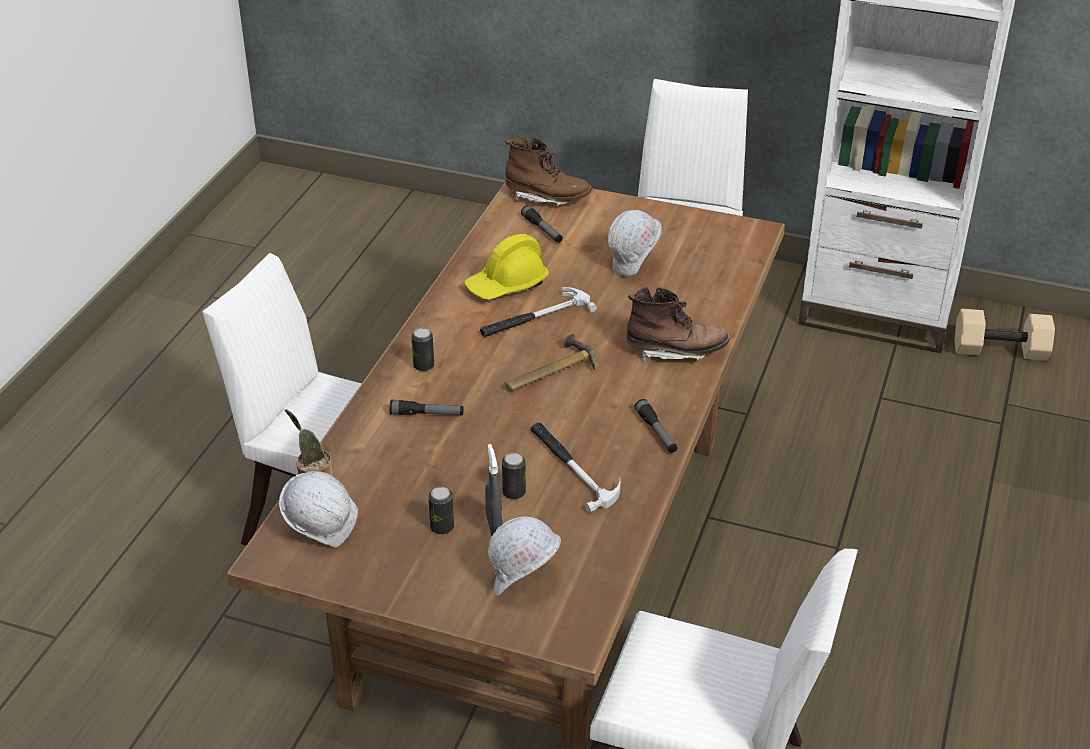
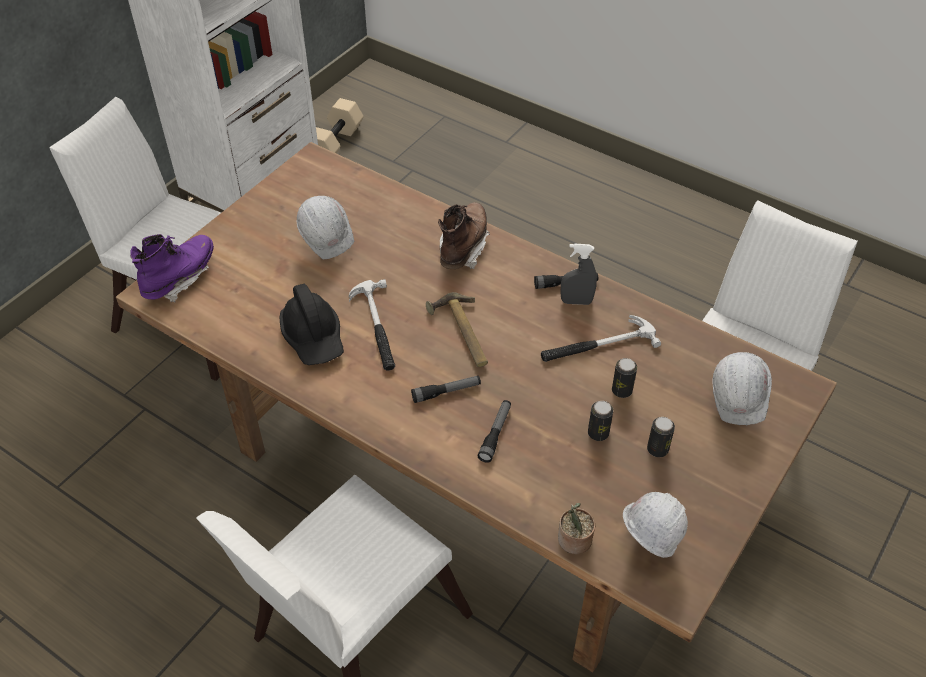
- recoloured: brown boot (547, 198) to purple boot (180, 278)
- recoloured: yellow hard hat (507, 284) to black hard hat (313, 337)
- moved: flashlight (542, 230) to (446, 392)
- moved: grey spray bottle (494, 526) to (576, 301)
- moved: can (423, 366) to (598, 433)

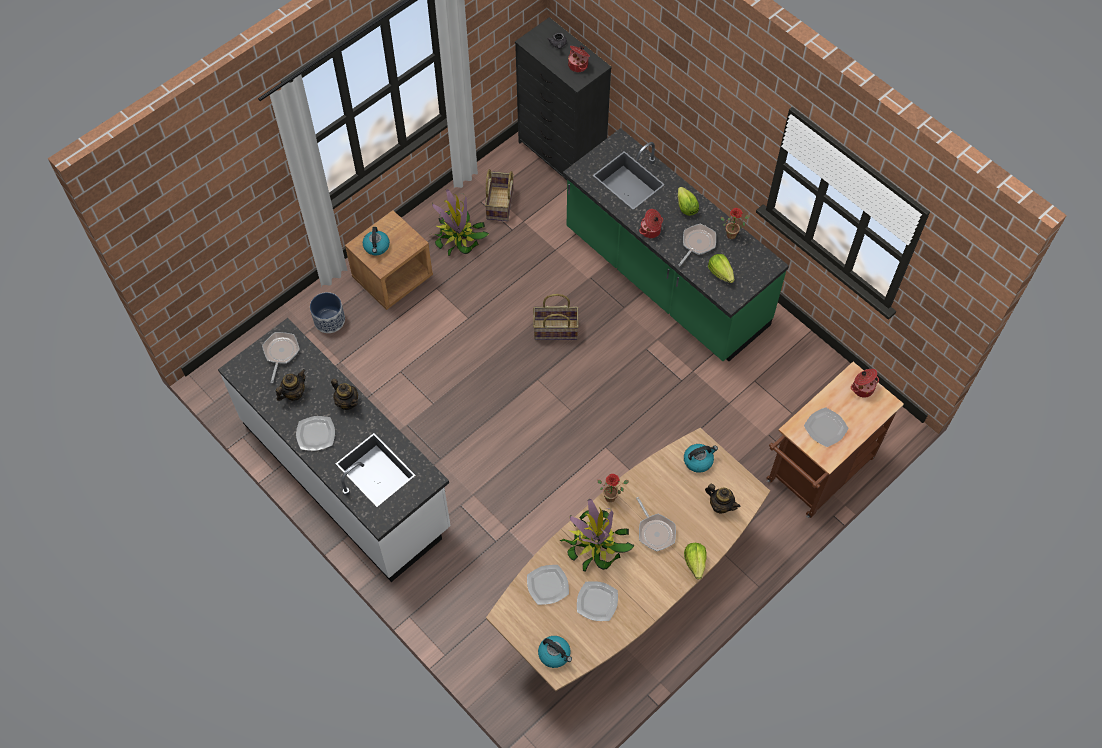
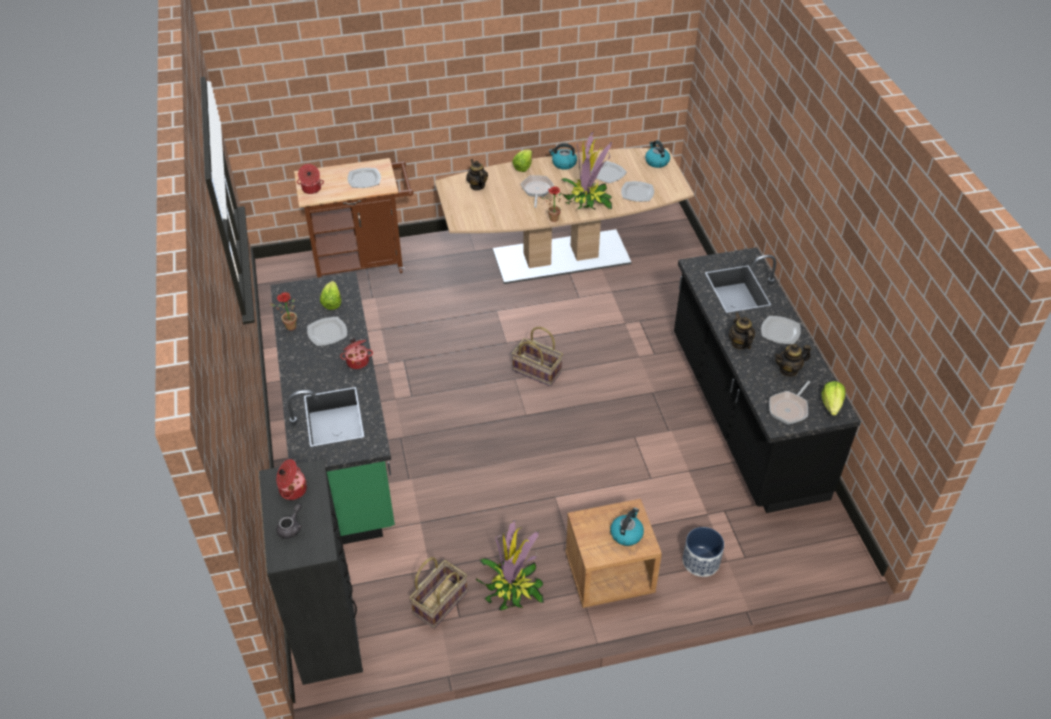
- replaced: frying pan (697, 244) to plate (328, 333)
- moved: basket (555, 331) to (537, 371)
- moved: kettle (698, 460) to (563, 164)
- recoloured: white counter (346, 475) to black counter (744, 415)
- moved: lettuce (686, 207) to (831, 405)

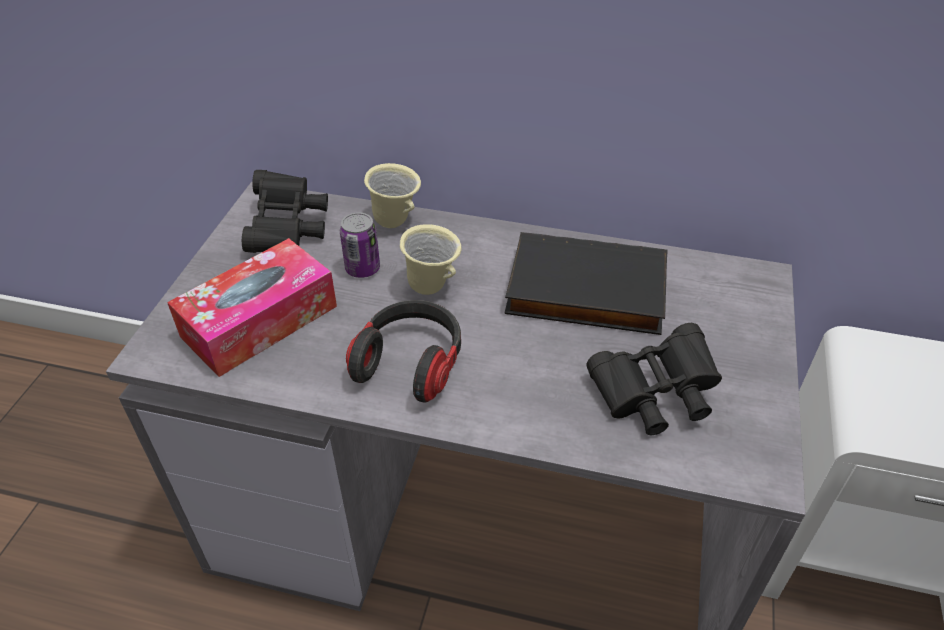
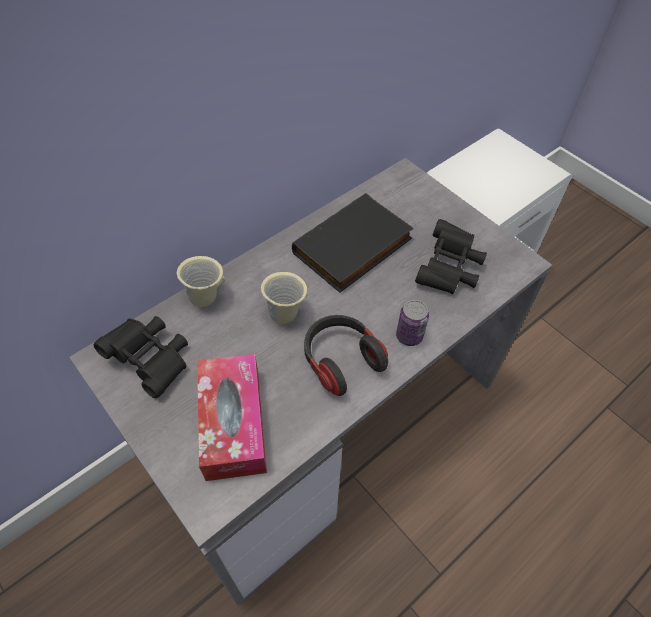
- moved: can (362, 269) to (409, 336)

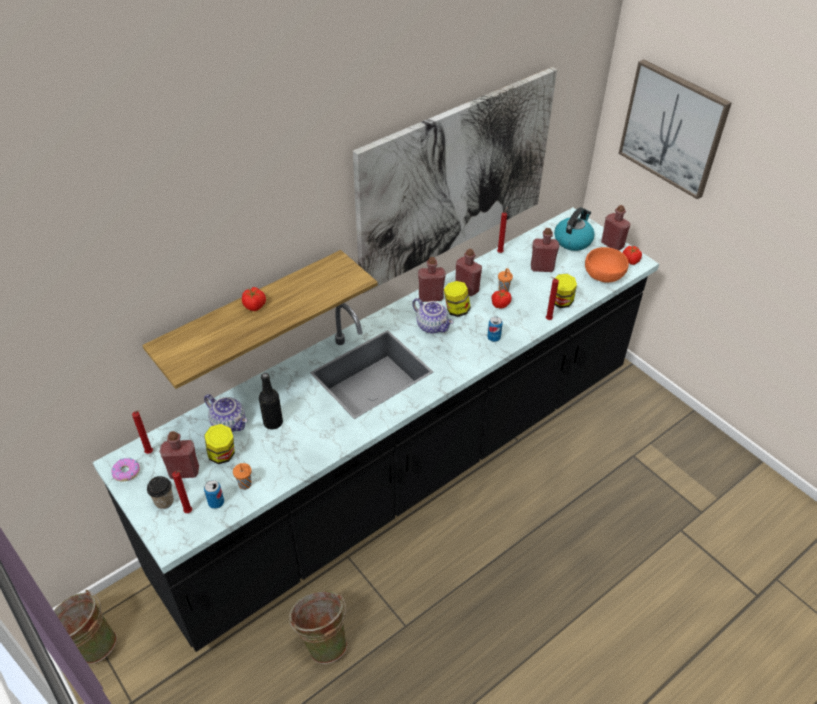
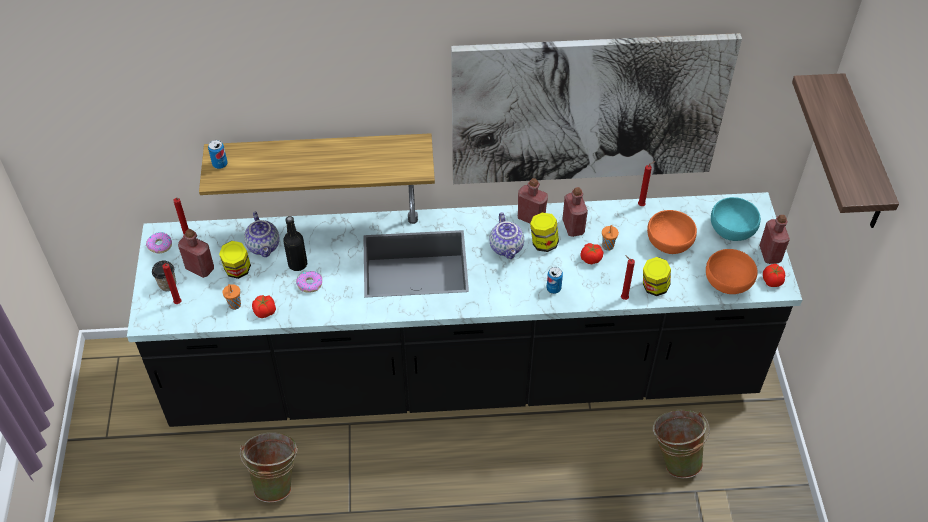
- moved: can (216, 502) to (220, 164)
- moved: tomato (255, 306) to (265, 312)
- added: donut (310, 284)
- replaced: red bottle (542, 268) to orange bowl (669, 242)
- moved: green bucket (90, 643) to (675, 457)
- replaced: kettle (573, 240) to turquoise bowl (731, 228)
- replaced: picture (673, 128) to shelf (862, 157)

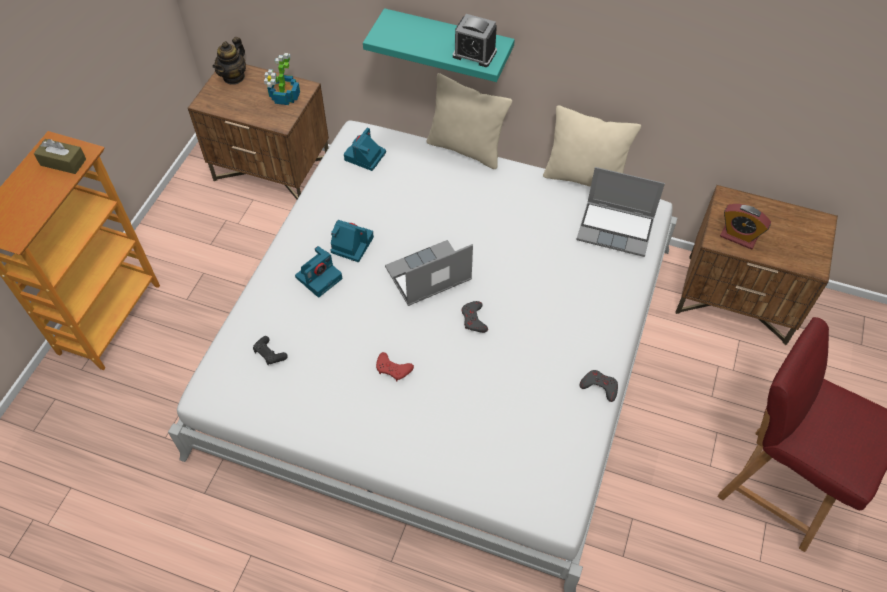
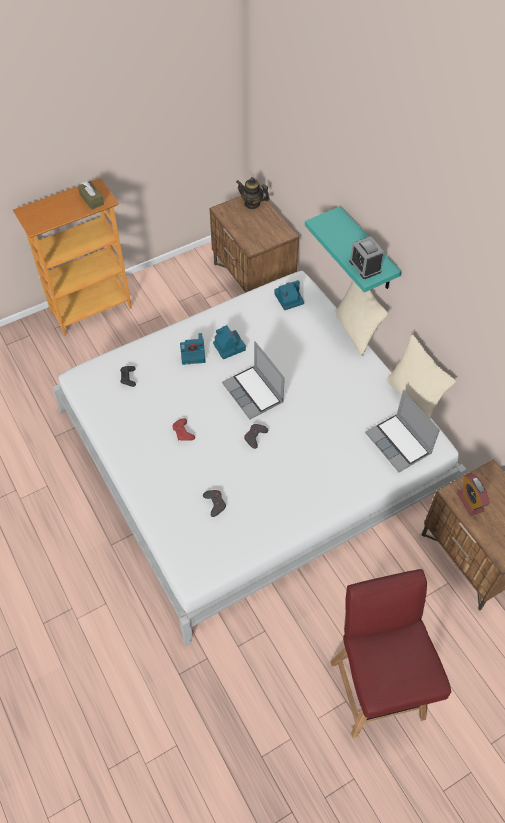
- moved: grey game controller (599, 386) to (215, 503)
- turned: laptop (428, 276) = (254, 393) 135 degrees counterclockwise
- turned: teapot (234, 77) = (252, 203) 45 degrees clockwise
- removed: potted plant (284, 97)

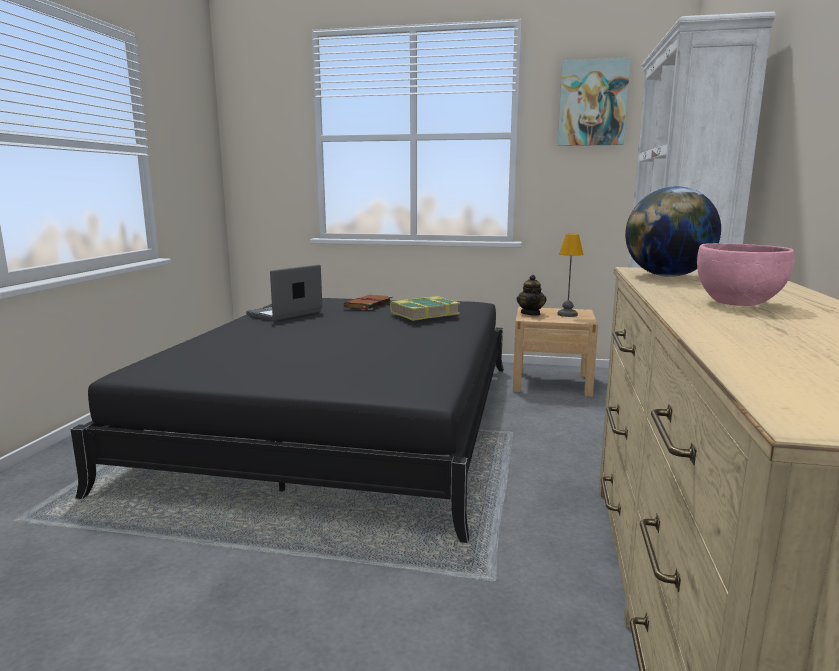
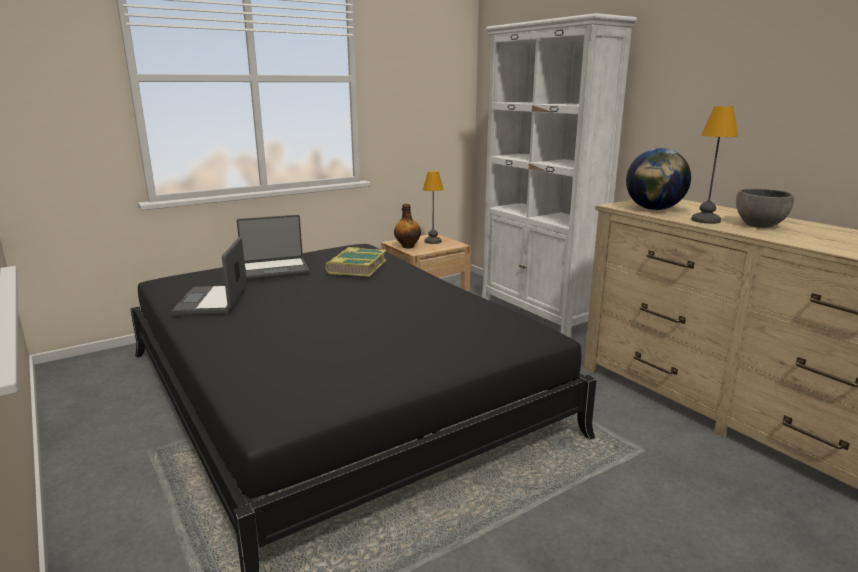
- replaced: brown book (368, 304) to laptop (275, 270)
- replaced: teapot (531, 313) to bottle (407, 246)
- added: table lamp (706, 220)
- recoloured: pink bowl (737, 303) to grey bowl (759, 225)
- removed: picture (592, 103)

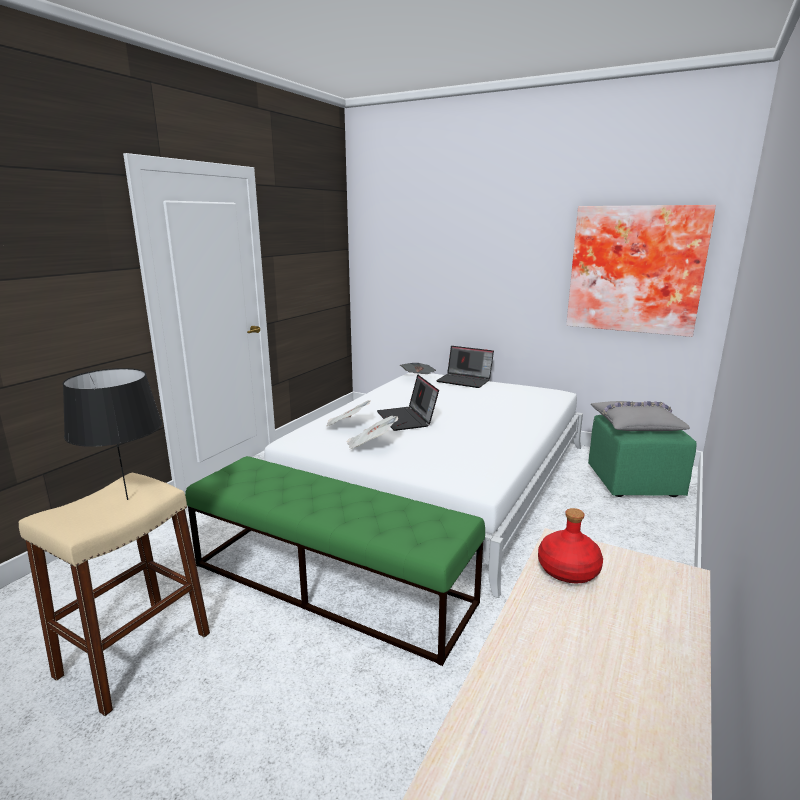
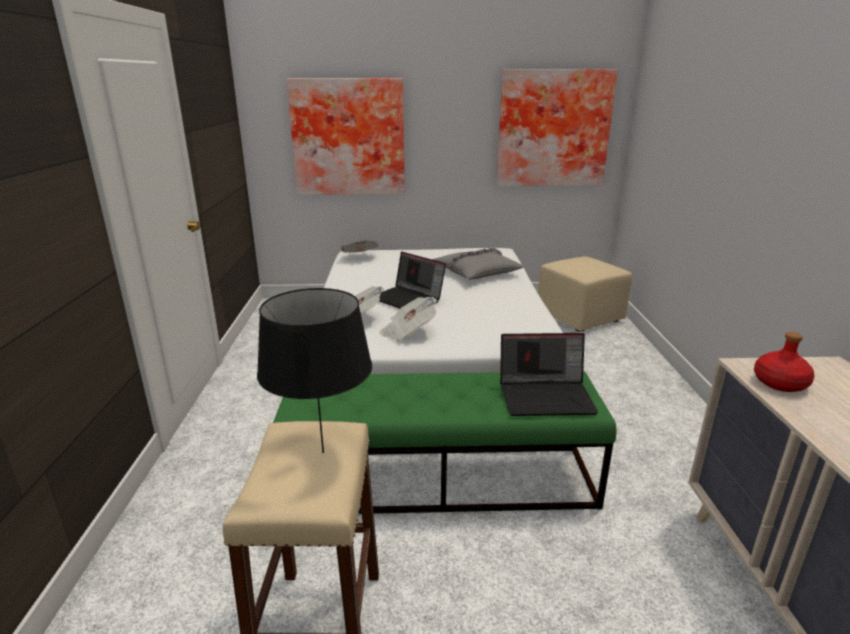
- added: picture (348, 138)
- moved: grey pillow (635, 424) to (476, 272)
- moved: laptop (465, 380) to (546, 396)
- recoloured: green ottoman (633, 482) to beige ottoman (578, 317)

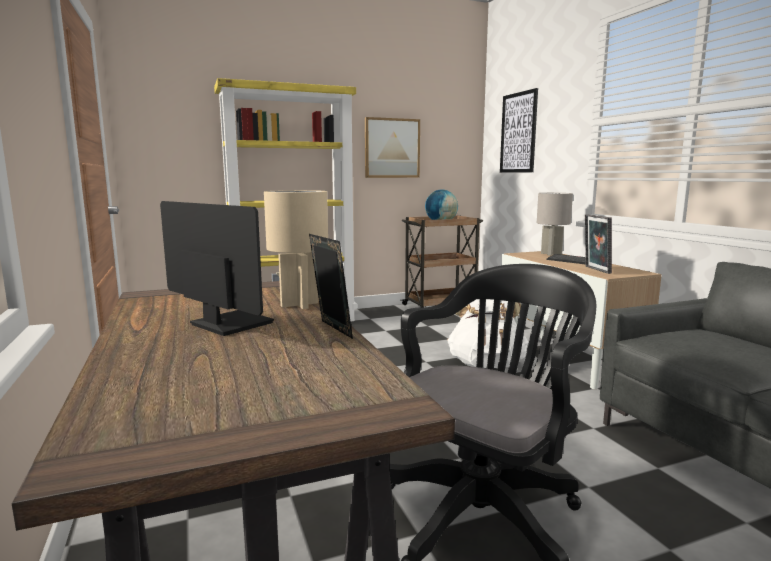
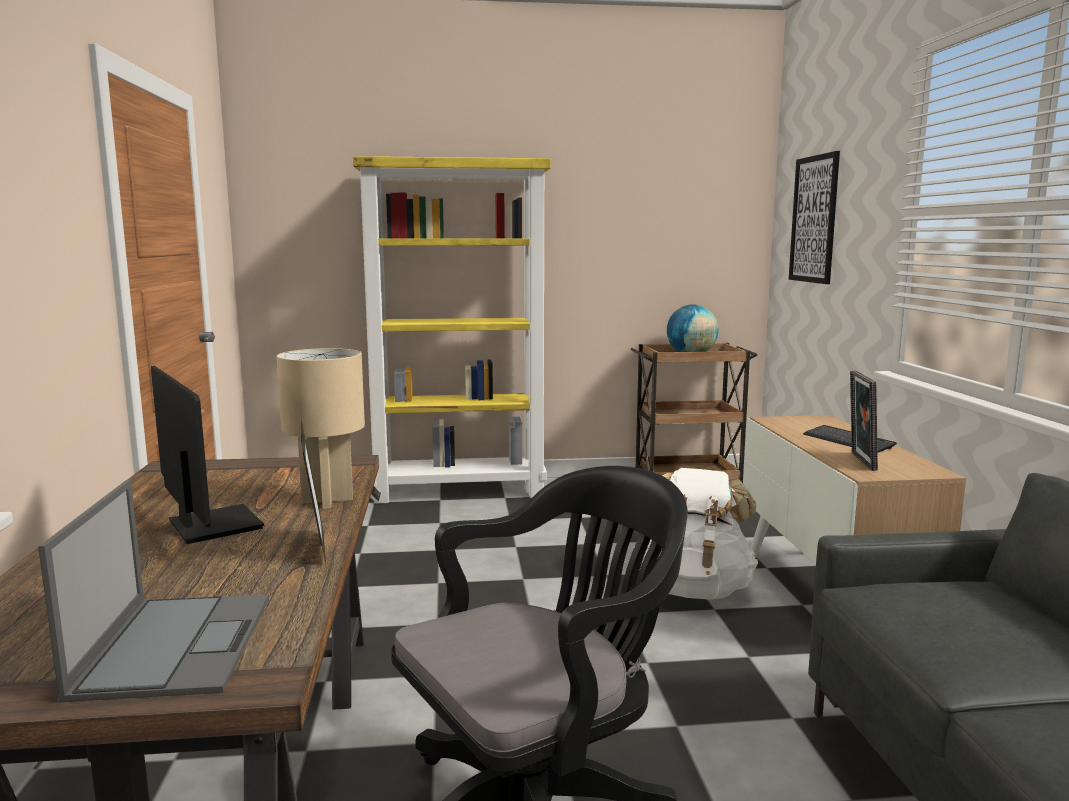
- added: laptop (176, 643)
- removed: picture (392, 148)
- removed: grey table lamp (551, 254)

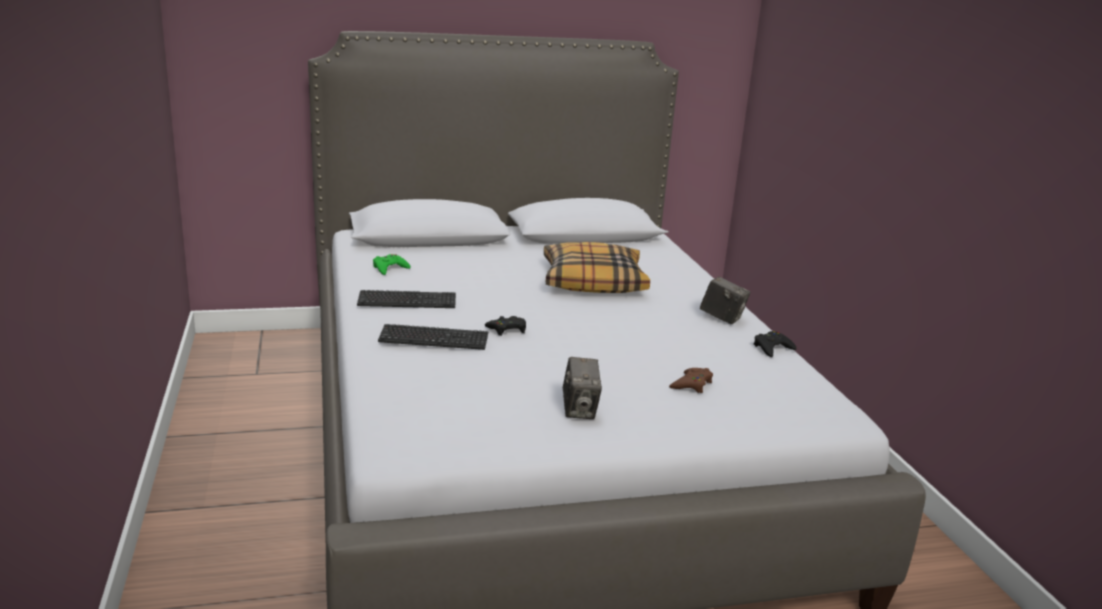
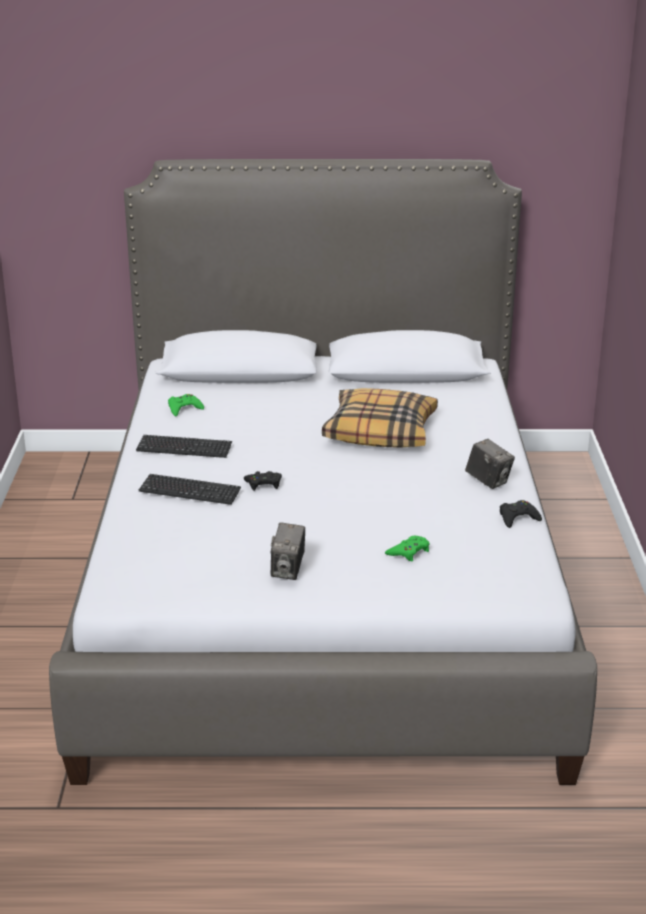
- recoloured: brown game controller (691, 384) to green game controller (409, 552)

